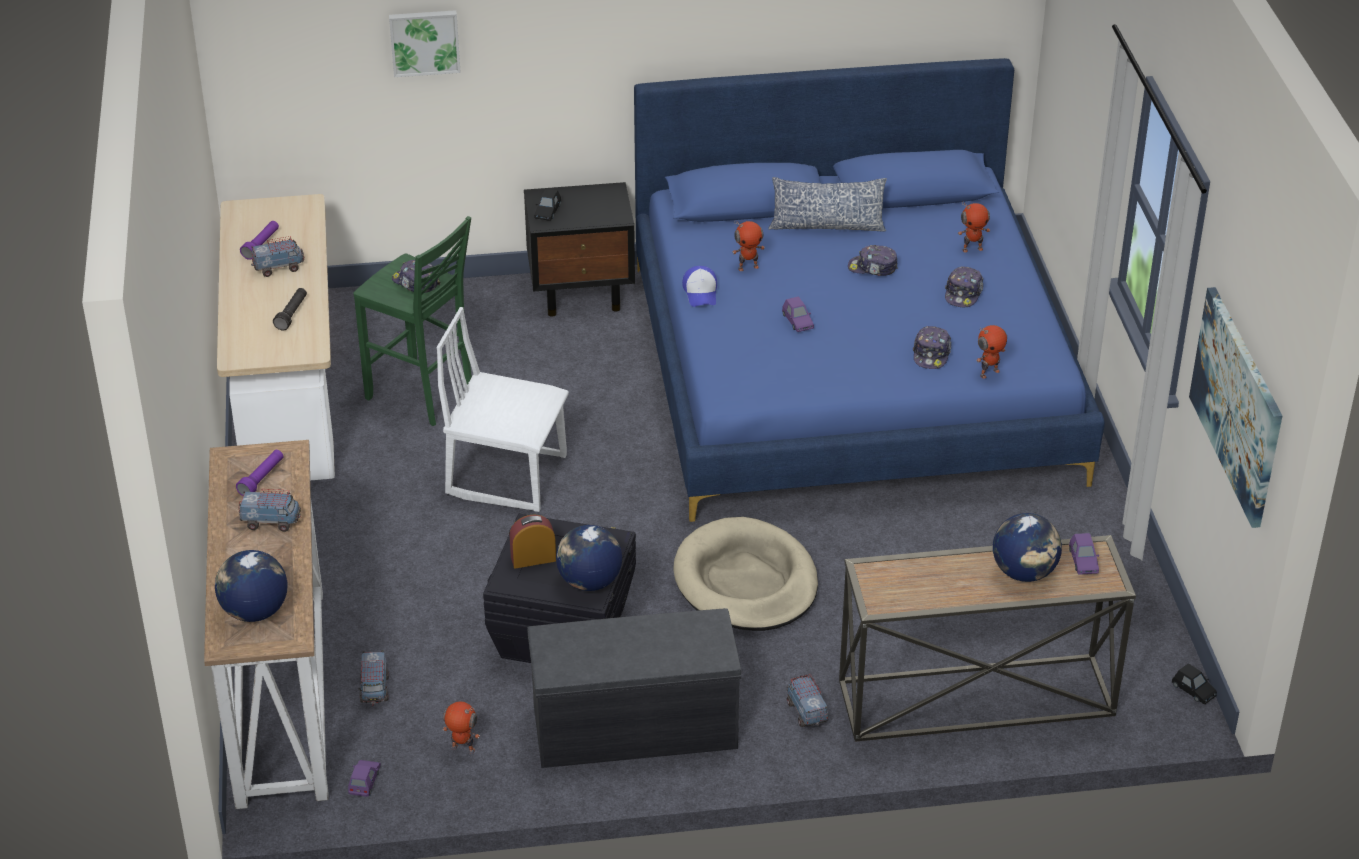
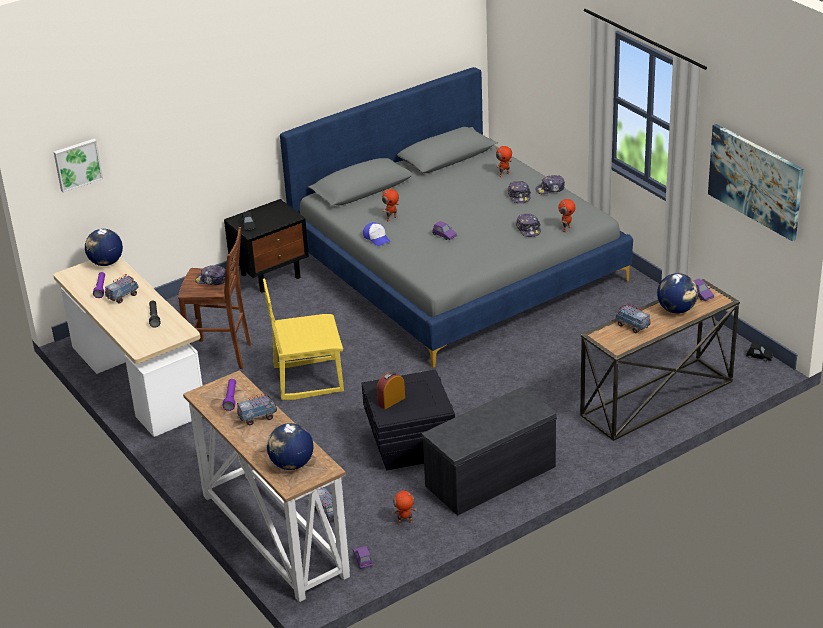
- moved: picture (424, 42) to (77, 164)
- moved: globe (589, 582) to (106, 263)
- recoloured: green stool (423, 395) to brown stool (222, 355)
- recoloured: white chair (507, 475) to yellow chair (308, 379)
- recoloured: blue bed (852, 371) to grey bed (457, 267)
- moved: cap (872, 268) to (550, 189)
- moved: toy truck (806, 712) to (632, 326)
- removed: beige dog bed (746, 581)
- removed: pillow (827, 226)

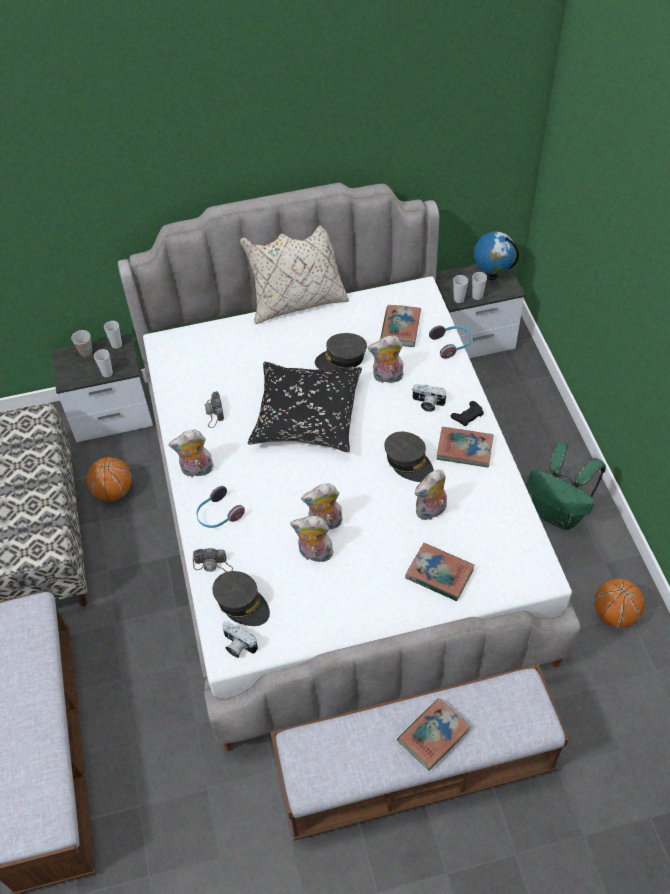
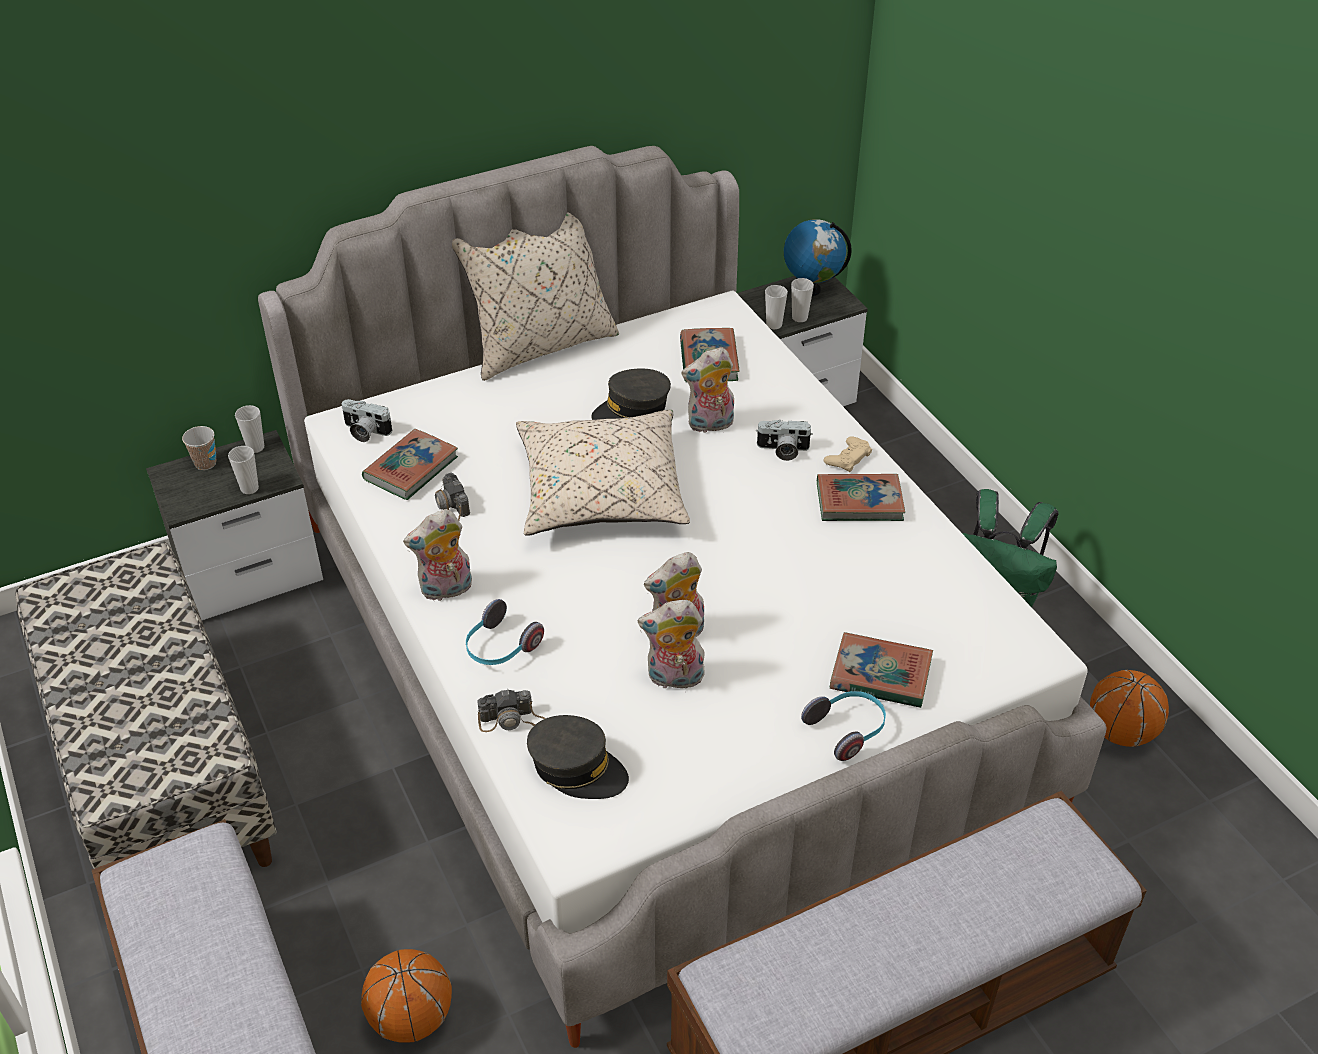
- moved: photo camera (237, 645) to (365, 432)
- moved: basketball (113, 491) to (411, 1018)
- moved: book (433, 735) to (411, 469)
- recoloured: black pillow (306, 416) to beige pillow (601, 492)
- moved: headphones (451, 344) to (847, 730)
- recoloured: black game controller (467, 415) to beige game controller (848, 458)
- removed: grey cap (408, 462)
- removed: plush toy (431, 512)

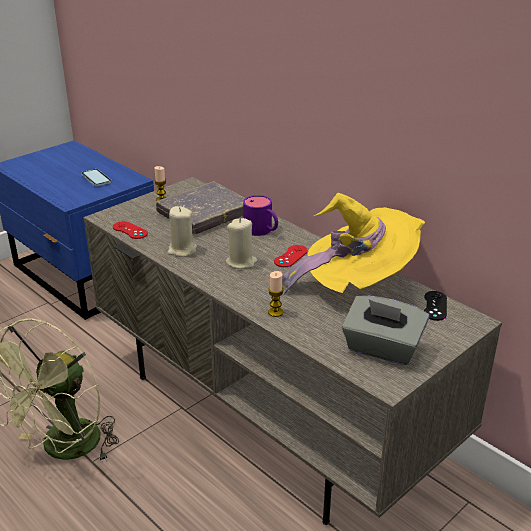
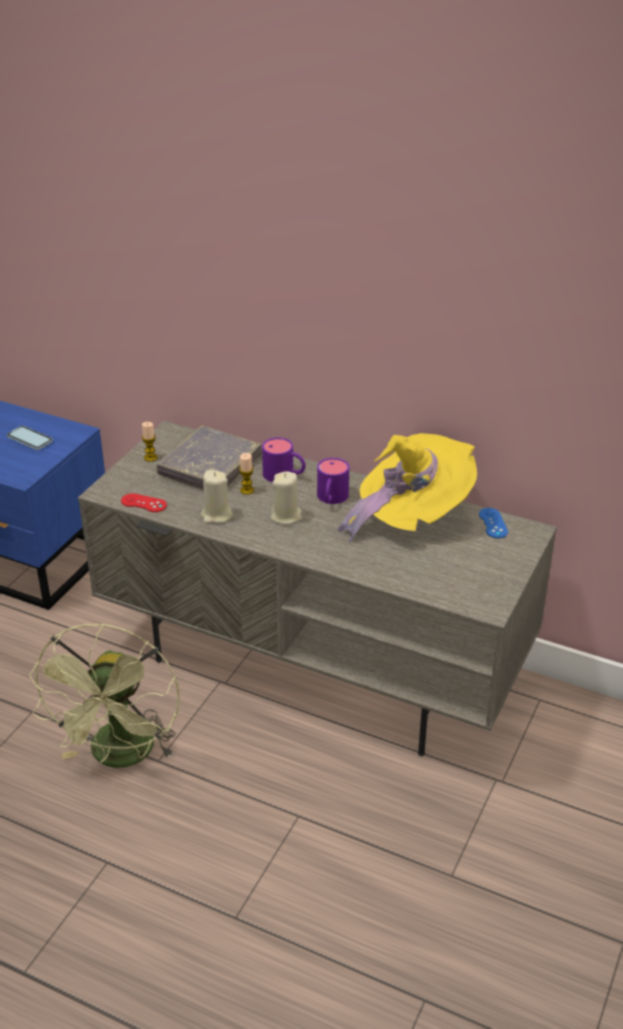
- moved: candle (275, 312) to (247, 490)
- replaced: red game controller (290, 256) to purple mug (331, 499)
- recoloured: black game controller (435, 306) to blue game controller (493, 523)
- removed: grey tissue box (382, 349)

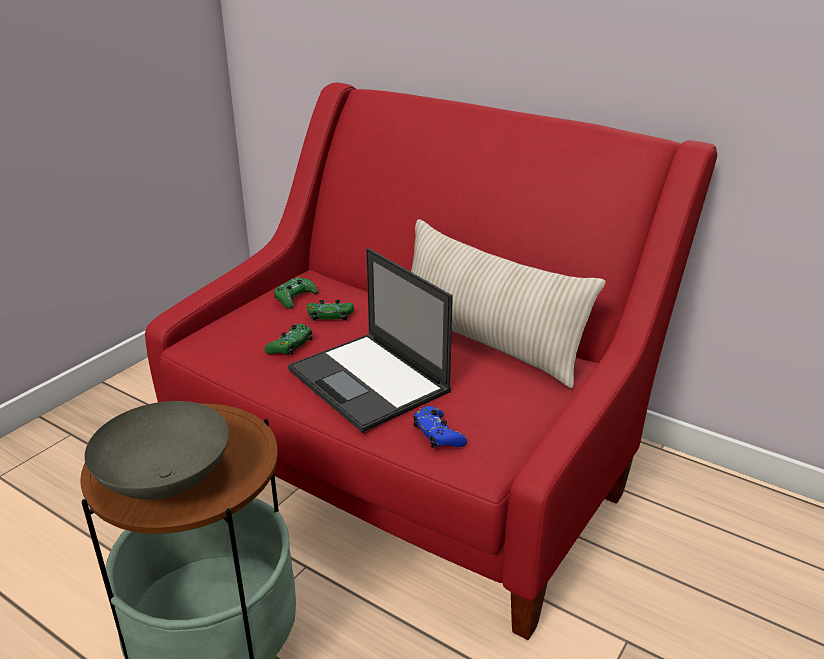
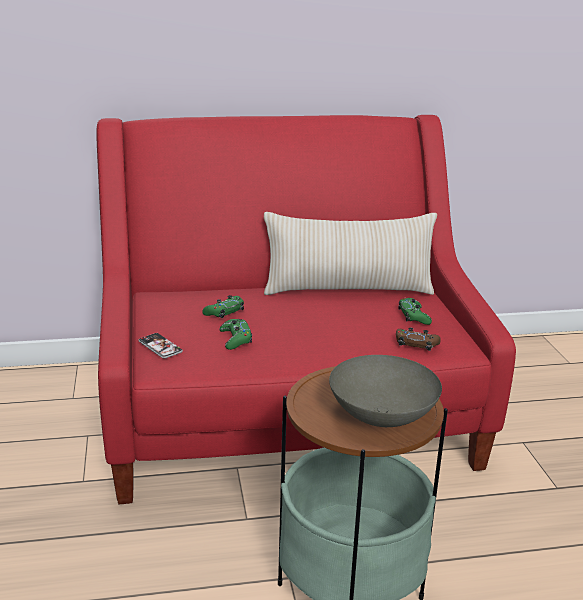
- added: phone (160, 346)
- recoloured: blue game controller (438, 434) to brown game controller (416, 344)
- moved: green game controller (295, 298) to (413, 316)
- removed: laptop (370, 381)

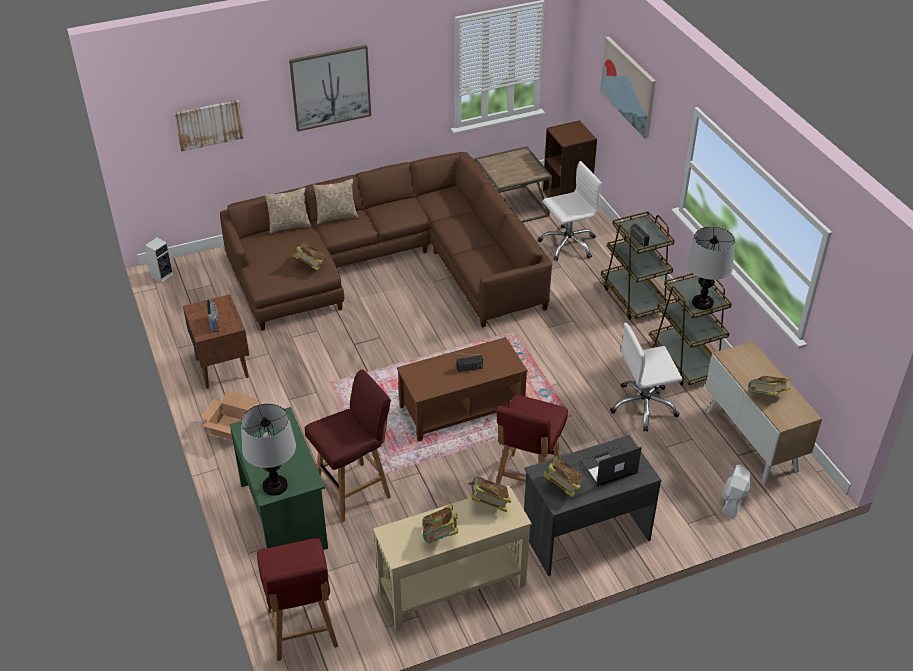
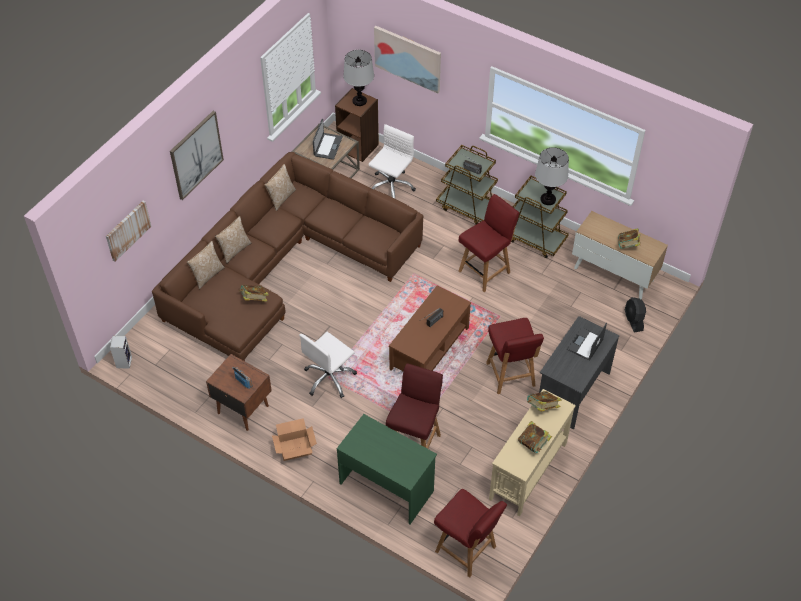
- added: pillow (281, 198)
- moved: white office chair (643, 406) to (329, 378)
- added: laptop (327, 146)
- moved: table lamp (275, 485) to (359, 101)
- added: red chair (485, 271)
- recoloured: white fan (733, 500) to black fan (633, 320)
- removed: book (562, 486)

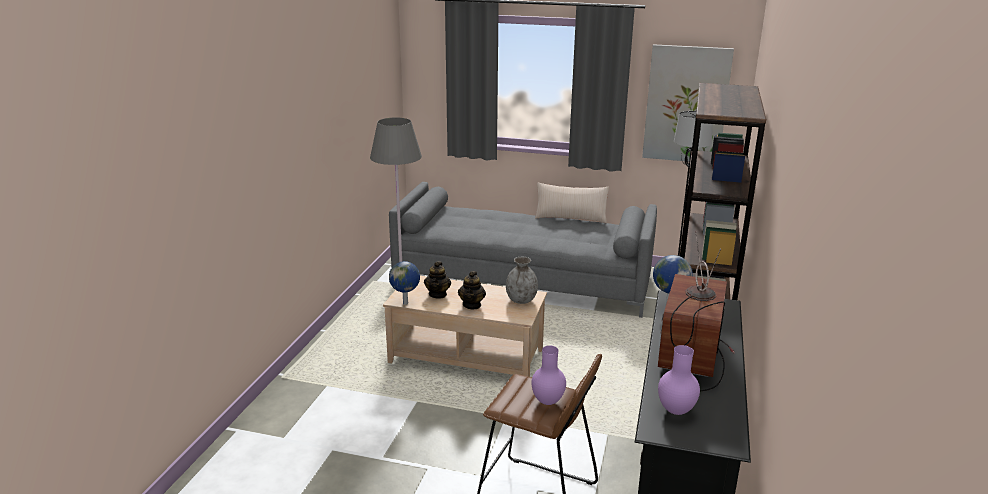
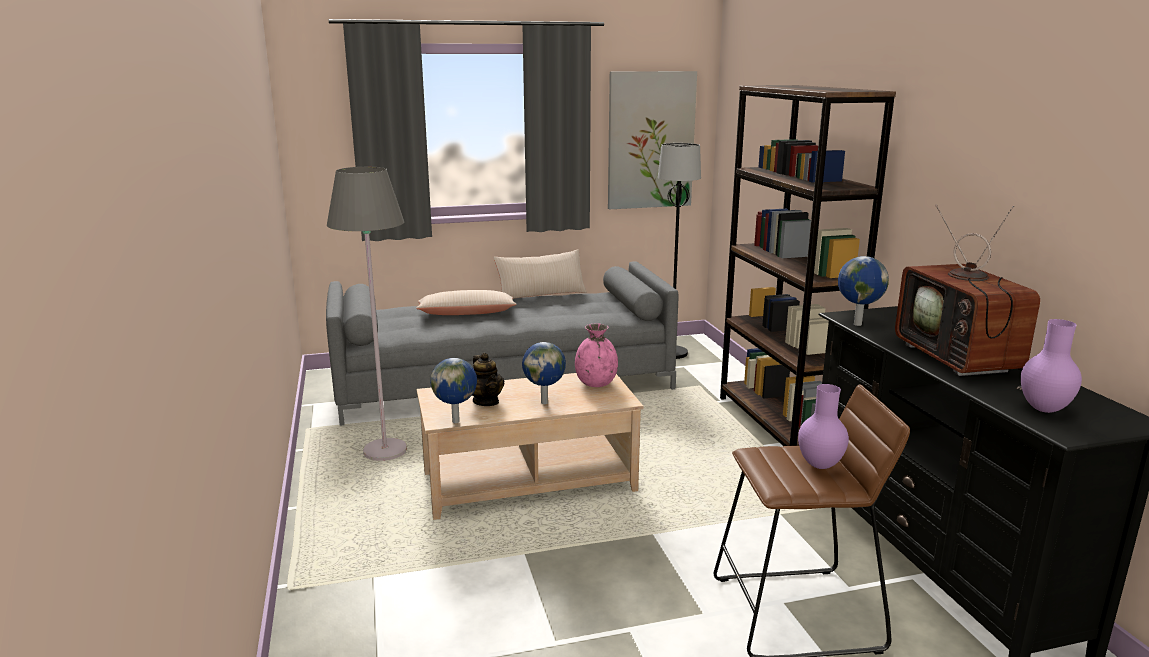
- added: beige pillow (466, 314)
- replaced: teapot (472, 305) to globe (545, 402)
- recoloured: grey vase (521, 300) to pink vase (596, 383)

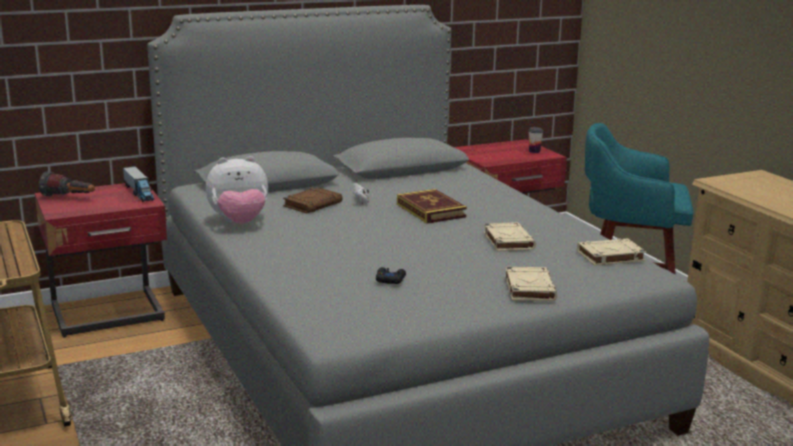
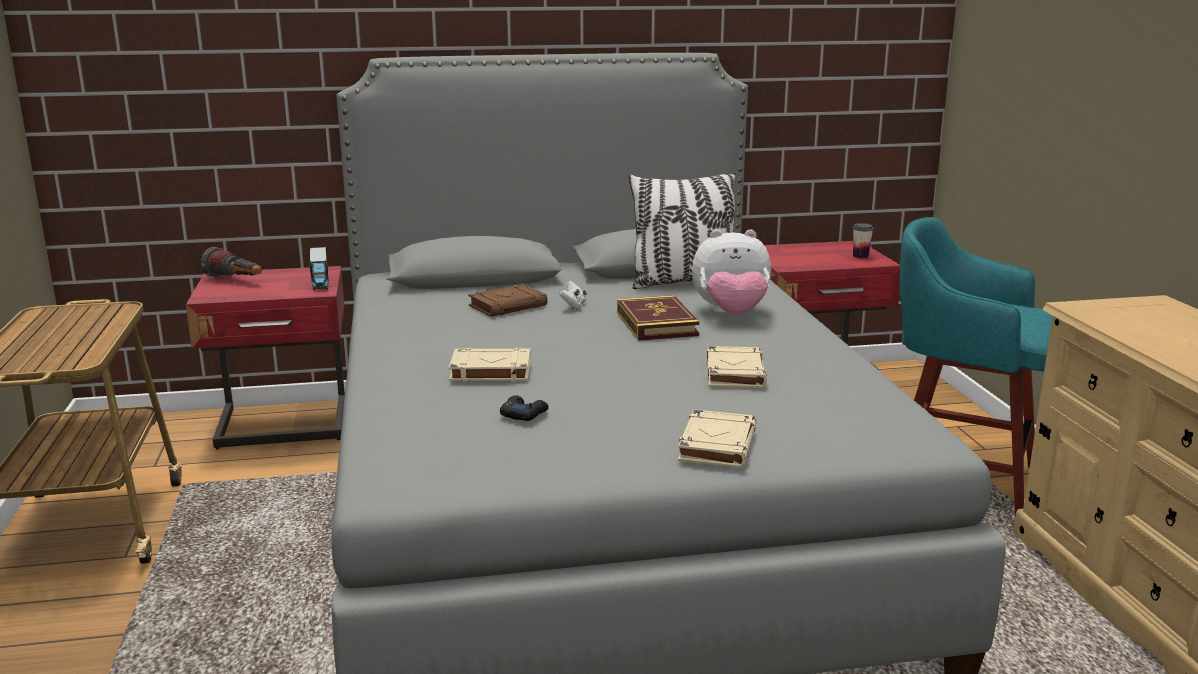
- moved: beige book (610, 256) to (489, 371)
- added: pillow (684, 282)
- moved: plush toy (239, 223) to (731, 314)

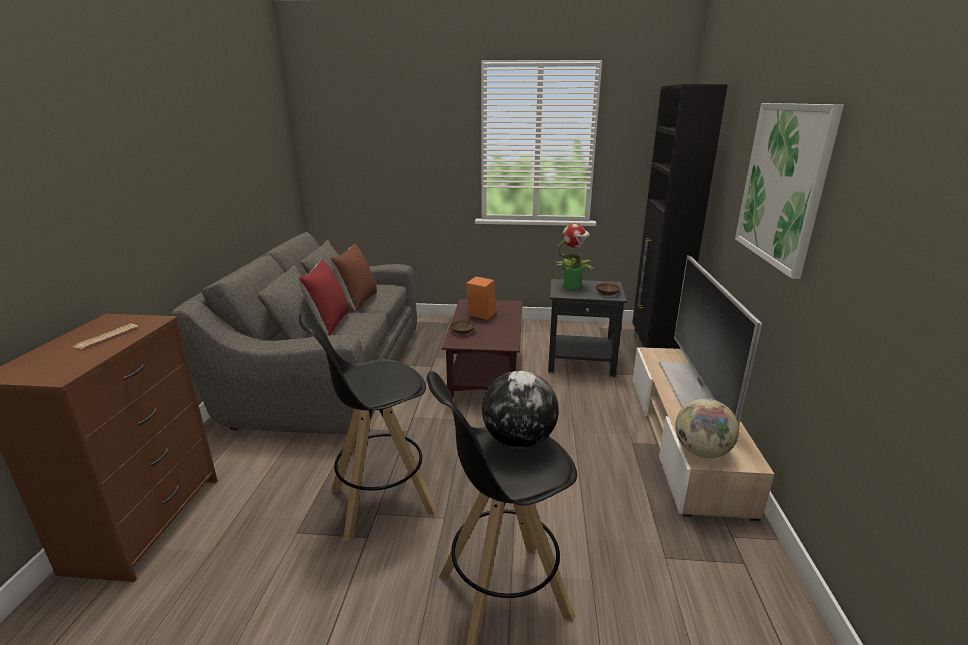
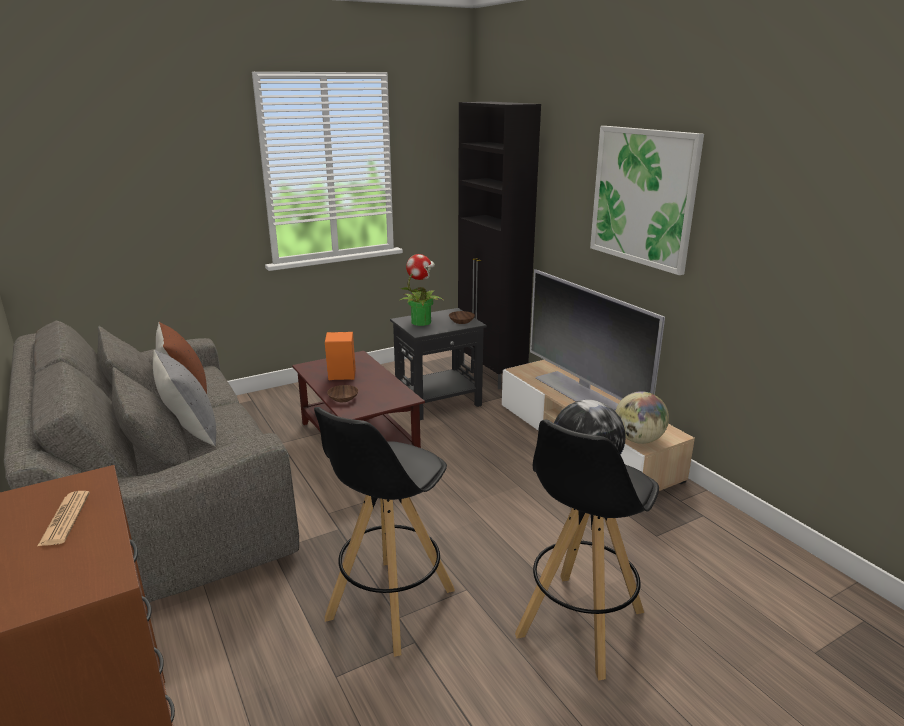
- recoloured: red pillow (329, 323) to grey pillow (190, 432)

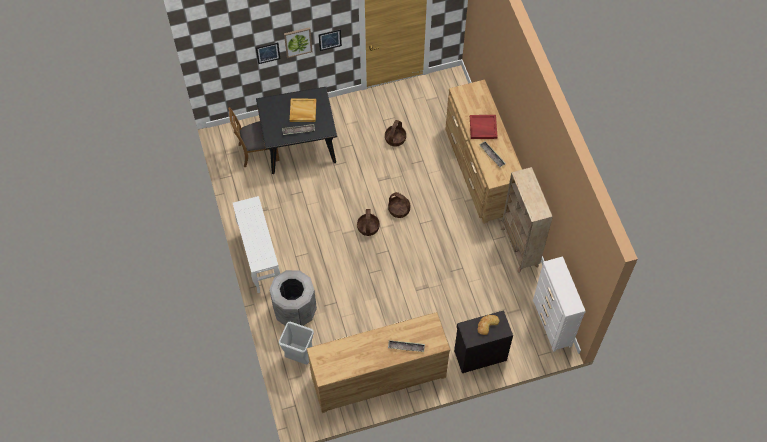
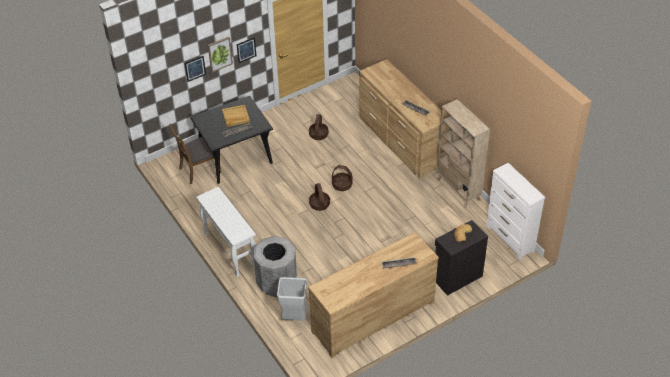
- removed: red tray (483, 128)

